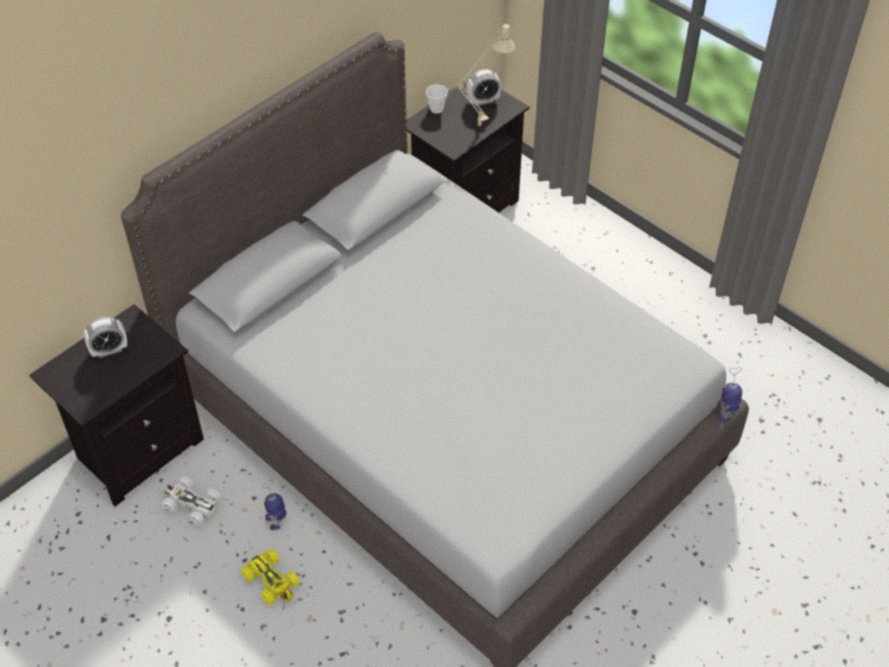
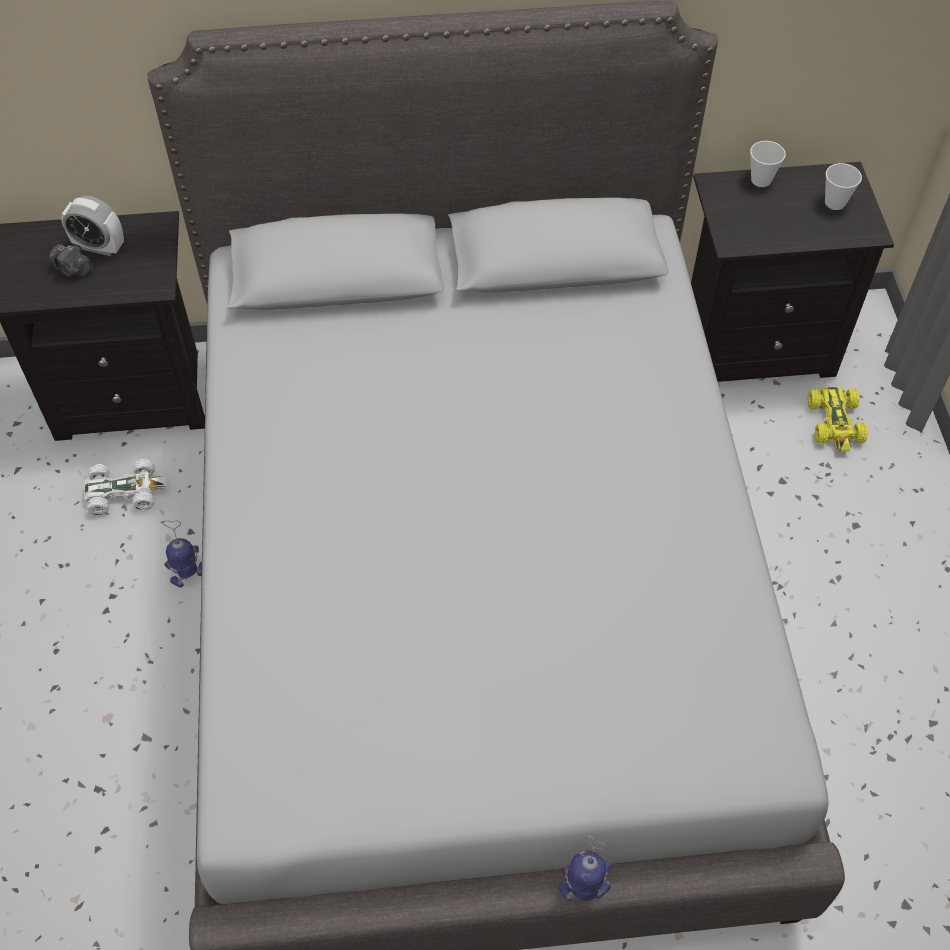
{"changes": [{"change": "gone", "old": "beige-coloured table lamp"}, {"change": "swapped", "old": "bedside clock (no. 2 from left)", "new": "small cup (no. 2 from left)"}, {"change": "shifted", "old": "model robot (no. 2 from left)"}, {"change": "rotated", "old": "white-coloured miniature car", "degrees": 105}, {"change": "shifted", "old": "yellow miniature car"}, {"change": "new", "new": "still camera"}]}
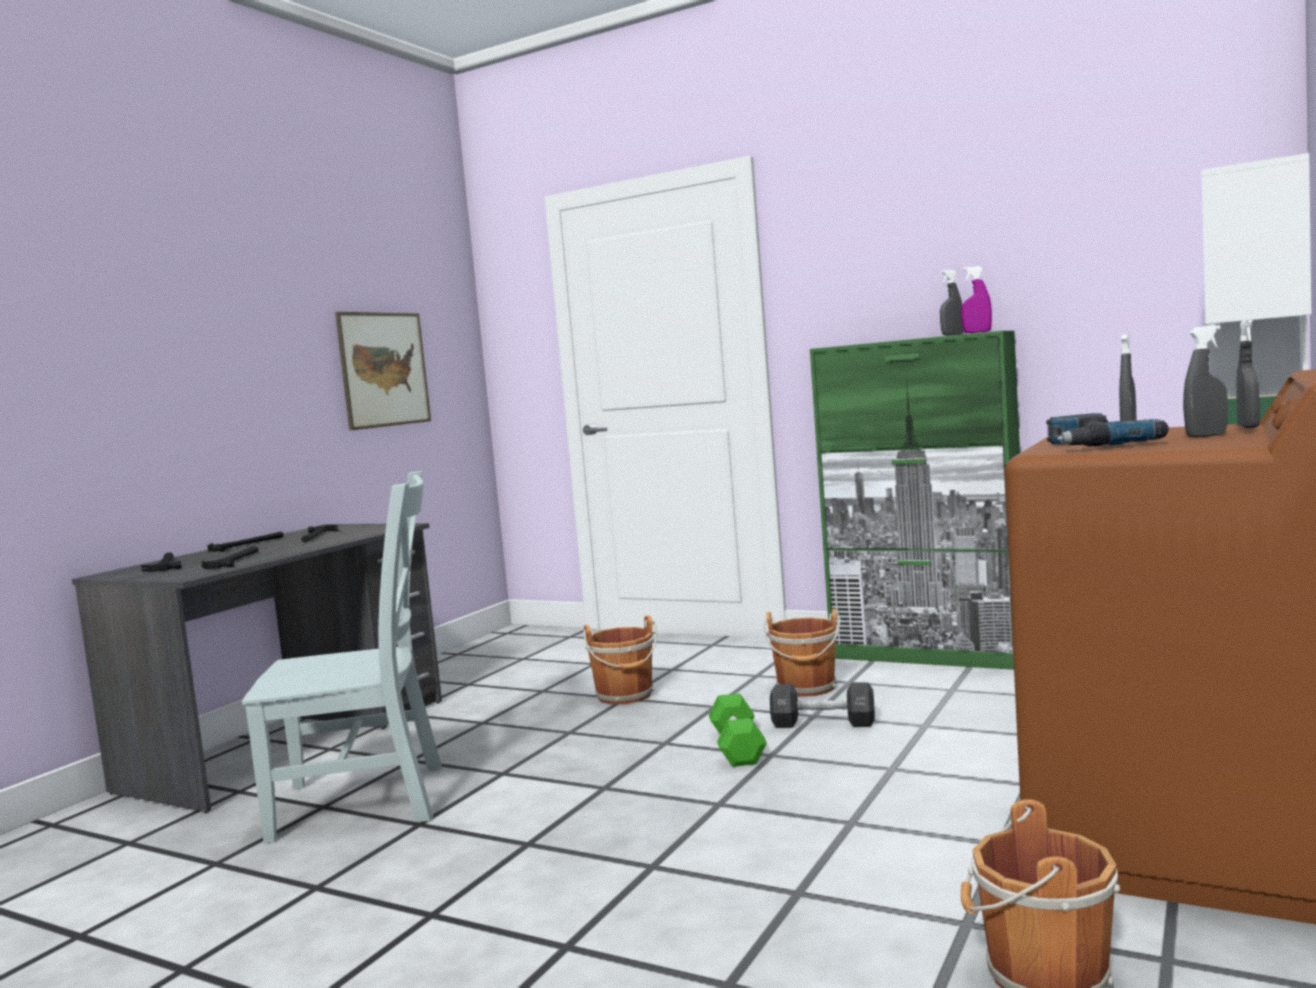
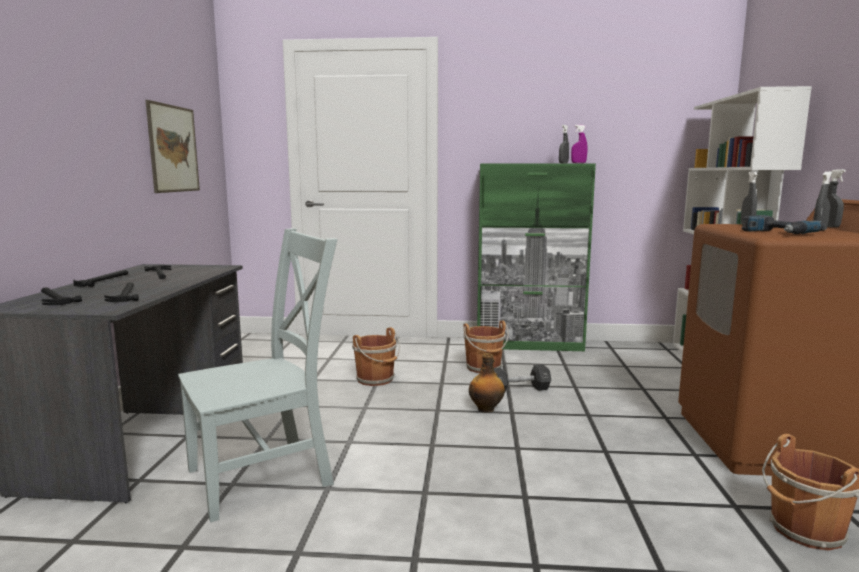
{"changes": [{"change": "swapped", "old": "greenish hand weight", "new": "drink bottle"}]}
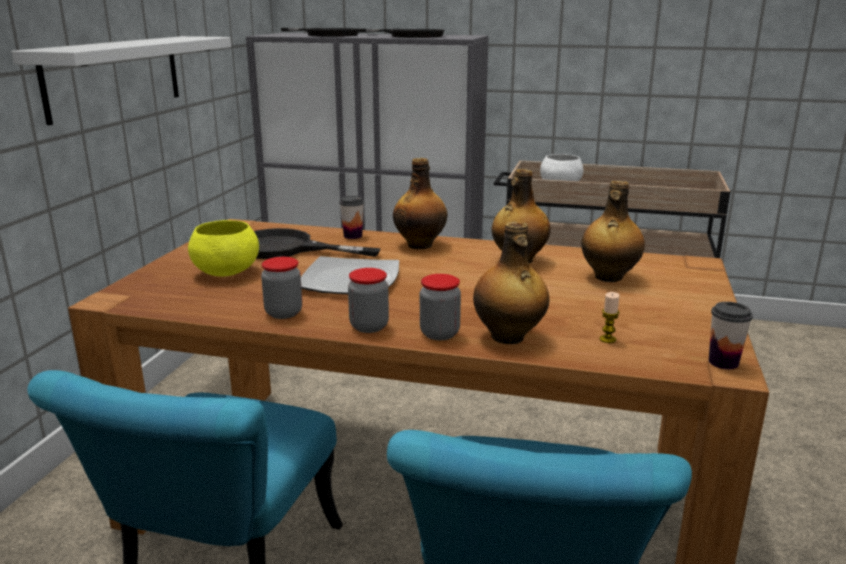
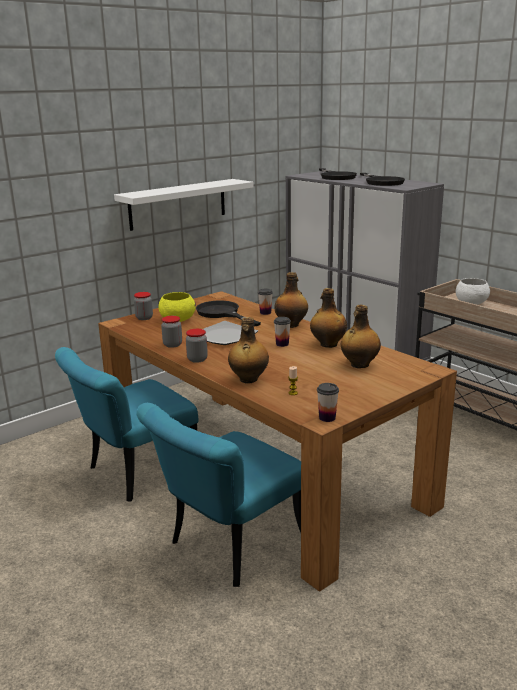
{"changes": [{"change": "shifted", "old": "storage jar (no. 3 from left in the first image)", "new": "storage jar (no. 1 from left)"}, {"change": "new", "new": "small cup (no. 2 from left)"}]}
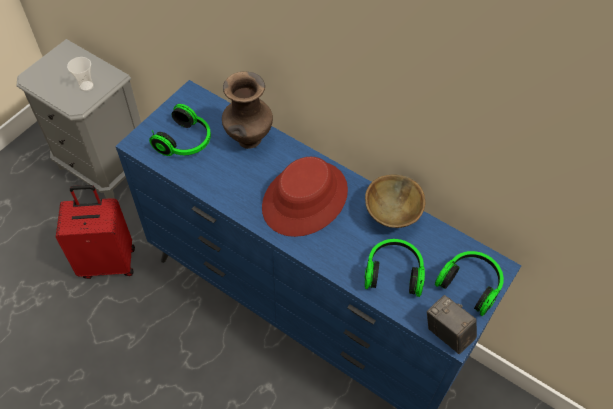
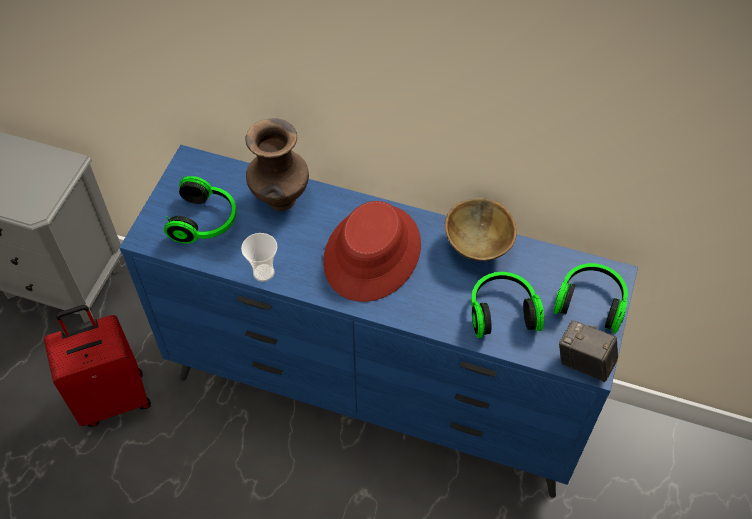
{"changes": [{"change": "shifted", "old": "small cup"}]}
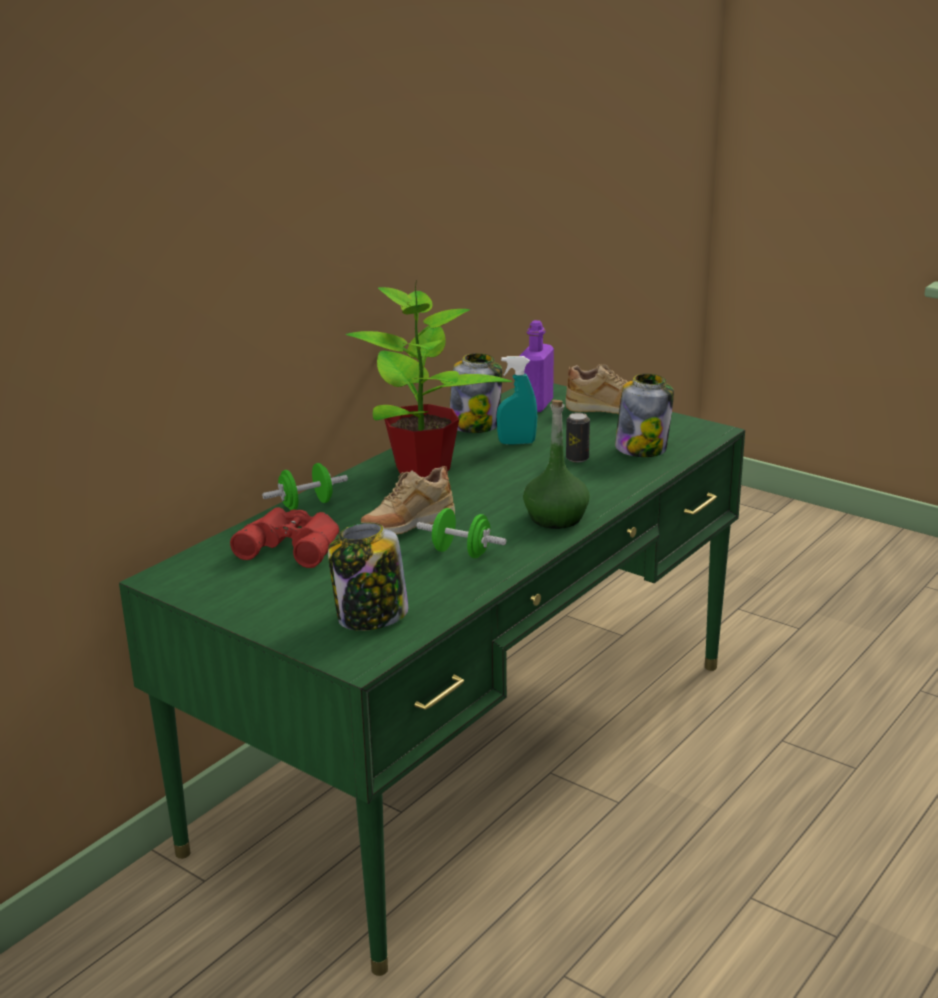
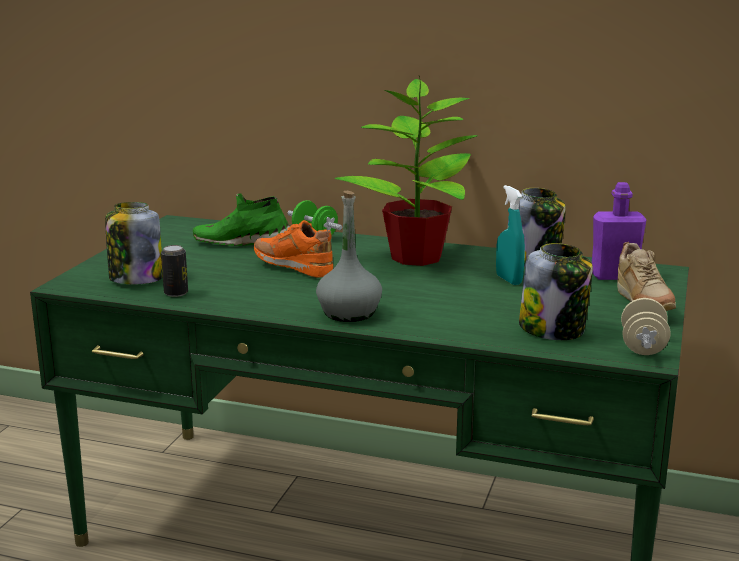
{"changes": [{"change": "repainted", "old": "greenish drink bottle", "new": "grey drink bottle"}, {"change": "shifted", "old": "metal can"}, {"change": "repainted", "old": "beige-coloured item of footwear (no. 1 from left)", "new": "orange item of footwear"}, {"change": "swapped", "old": "red-coloured pair of binoculars", "new": "greenish item of footwear"}, {"change": "gone", "old": "greenish hand weight (no. 2 from left)"}, {"change": "new", "new": "beige-coloured hand weight"}]}
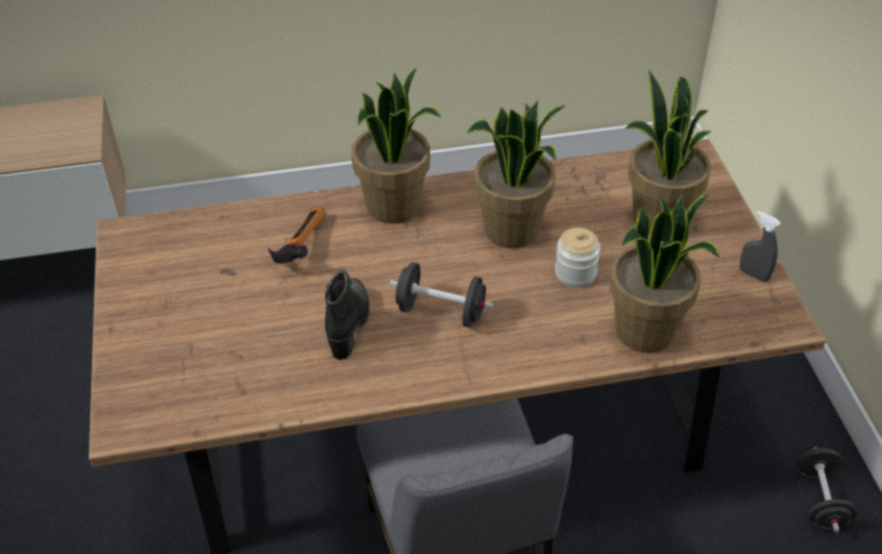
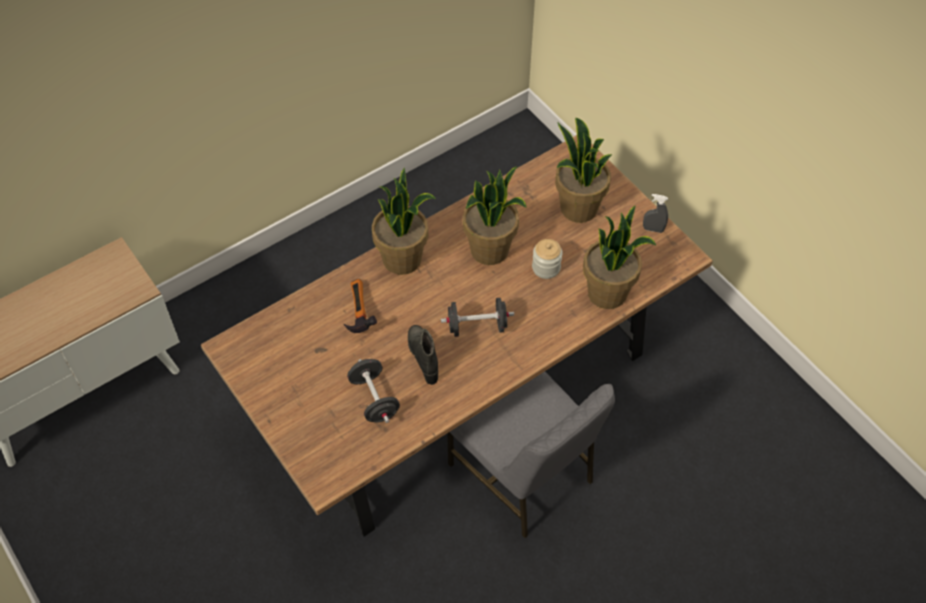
{"changes": [{"change": "shifted", "old": "black-coloured hand weight (no. 2 from left in the first image)", "new": "black-coloured hand weight (no. 1 from left)"}]}
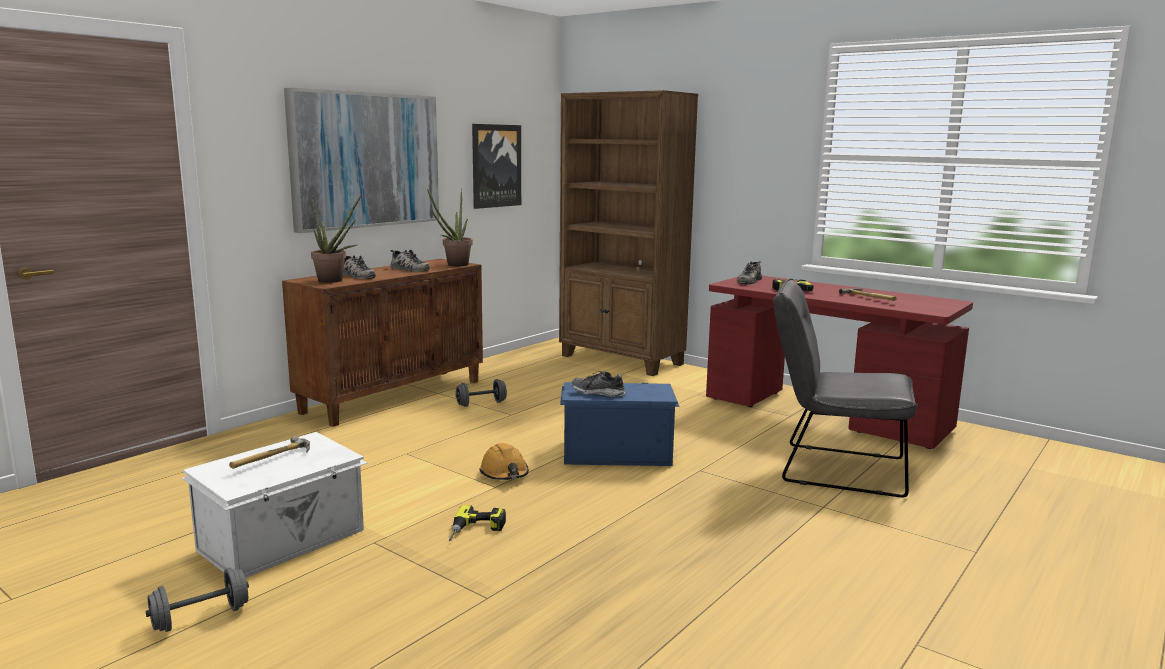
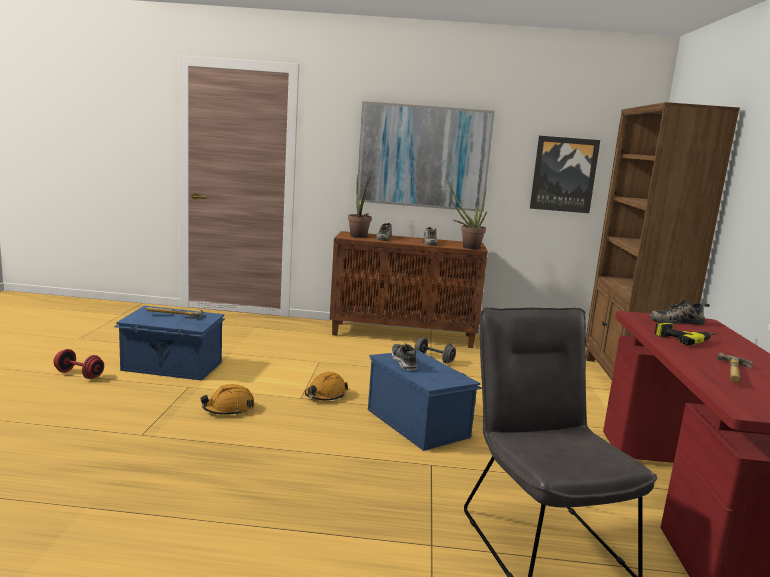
{"changes": [{"change": "repainted", "old": "white-coloured storage box", "new": "blue-coloured storage box (no. 1 from left)"}, {"change": "swapped", "old": "power drill (no. 1 from left)", "new": "orange safety helmet (no. 1 from left)"}, {"change": "repainted", "old": "grey hand weight (no. 1 from left)", "new": "red-coloured hand weight"}]}
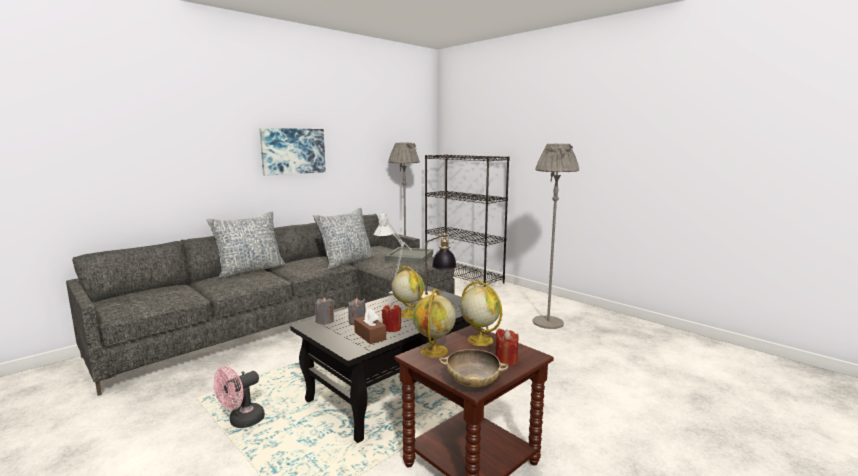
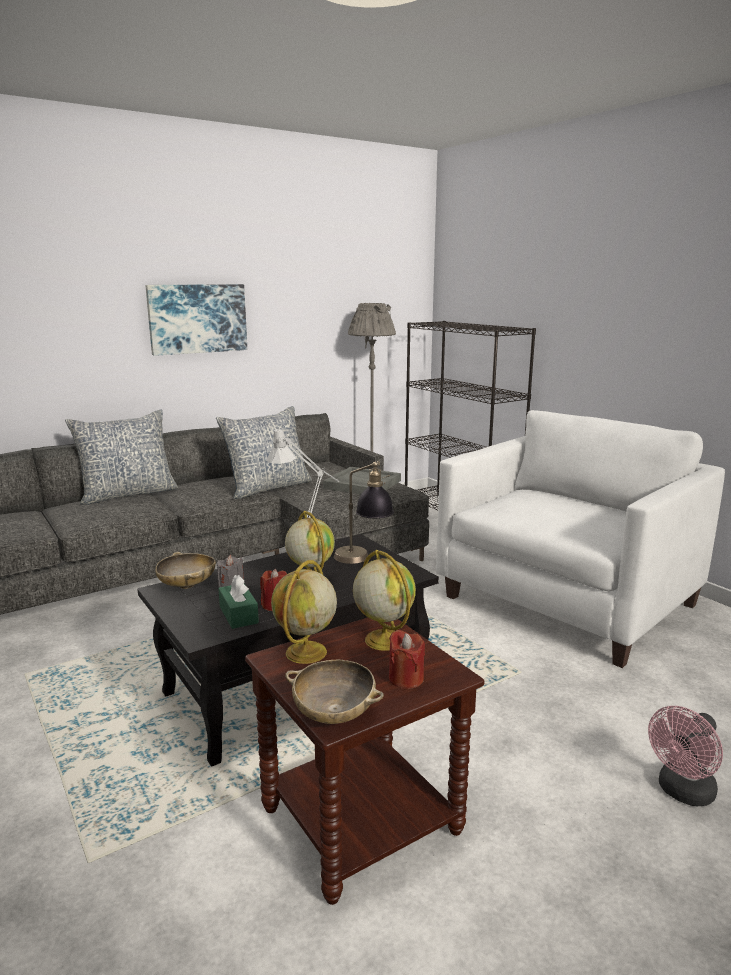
{"changes": [{"change": "swapped", "old": "grey floor lamp (no. 2 from left)", "new": "white-coloured armchair"}, {"change": "swapped", "old": "grey wax light (no. 1 from left)", "new": "beige-coloured deep dish (no. 1 from left)"}, {"change": "repainted", "old": "brown box of tissues", "new": "greenish box of tissues"}, {"change": "shifted", "old": "pink cooling fan"}]}
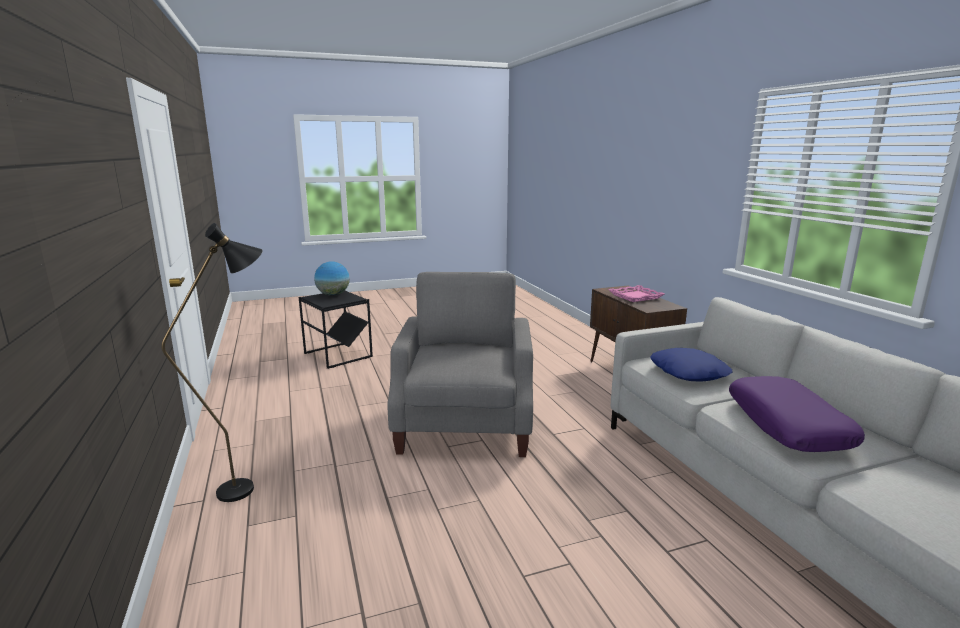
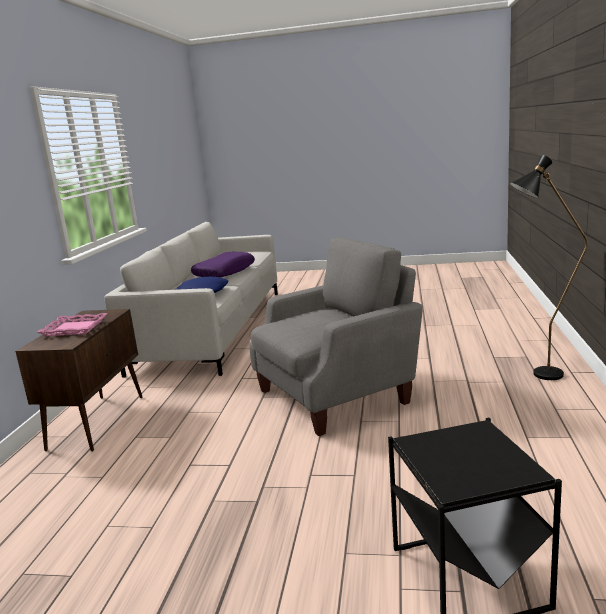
{"changes": [{"change": "gone", "old": "desk globe"}, {"change": "rotated", "old": "grey armchair", "degrees": -150}]}
